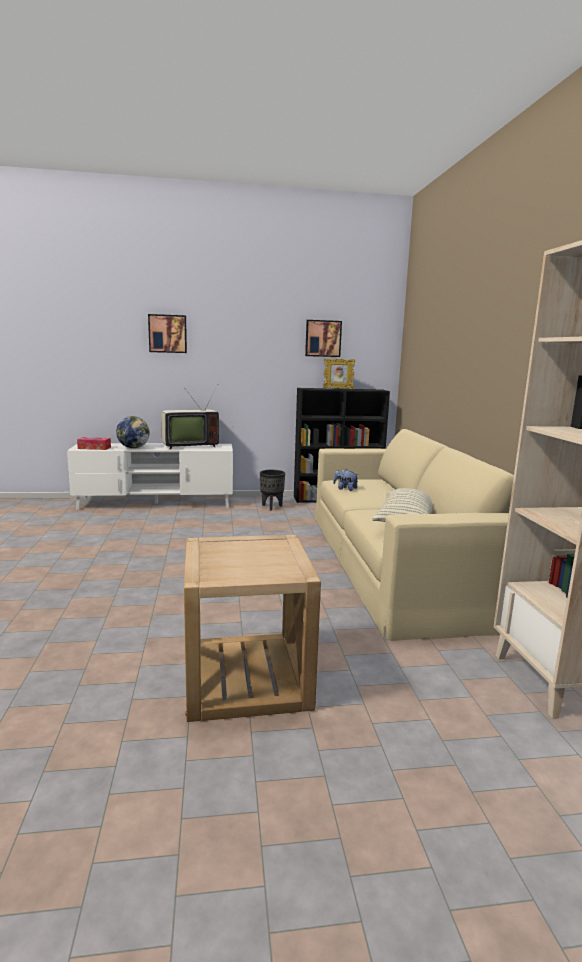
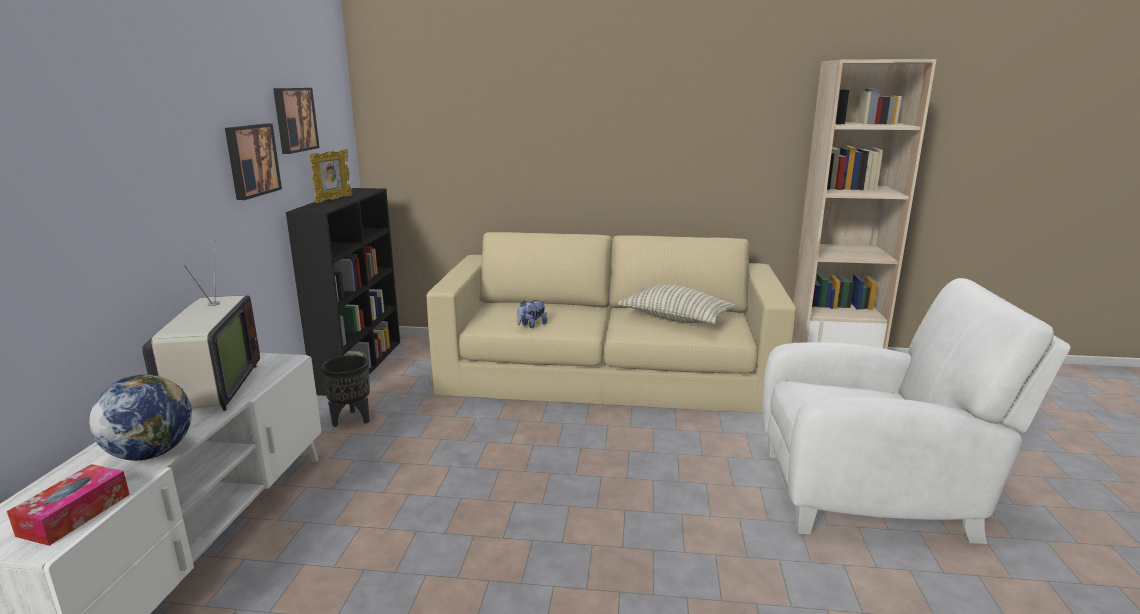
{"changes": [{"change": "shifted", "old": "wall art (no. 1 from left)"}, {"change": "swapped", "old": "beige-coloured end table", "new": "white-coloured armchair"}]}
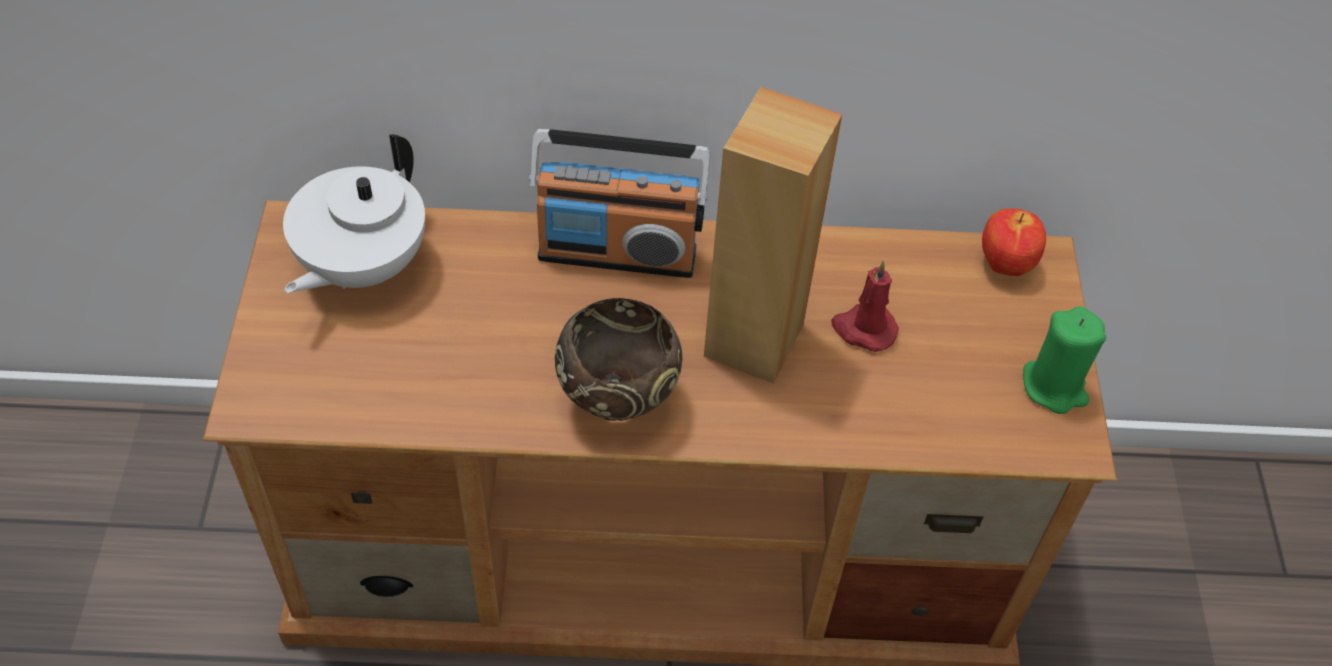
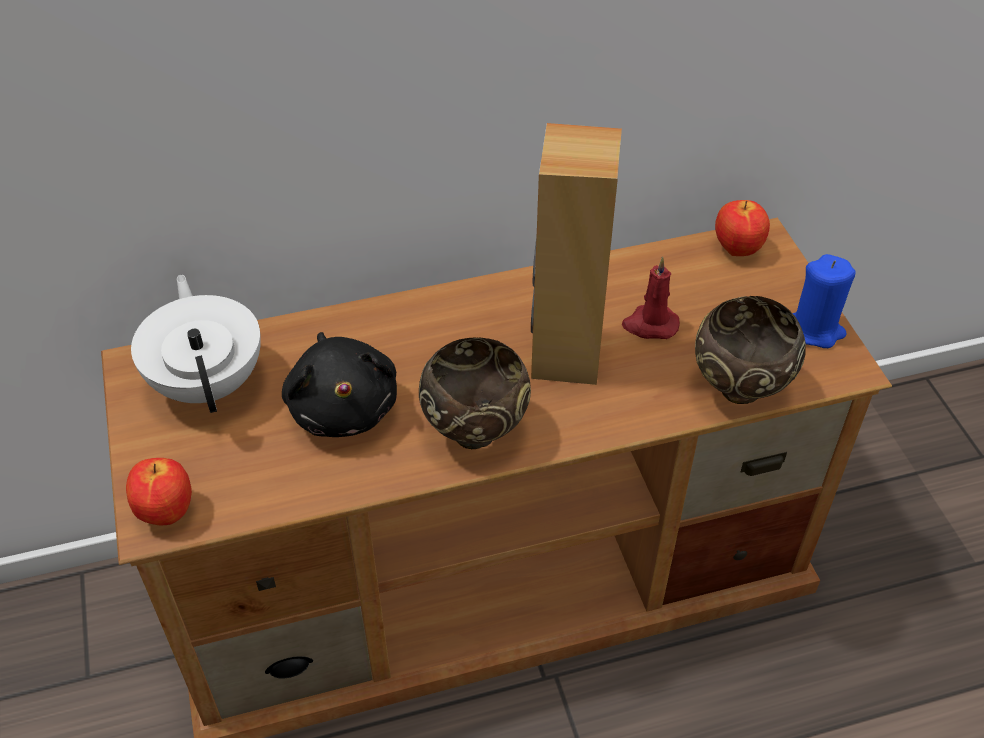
{"changes": [{"change": "gone", "old": "radio set"}, {"change": "rotated", "old": "white-coloured teapot", "degrees": 150}, {"change": "repainted", "old": "greenish wax light", "new": "blue-coloured wax light"}, {"change": "new", "new": "brown deep dish (no. 2 from left)"}, {"change": "new", "new": "black-coloured soft toy"}, {"change": "new", "new": "whole apple (no. 1 from left)"}]}
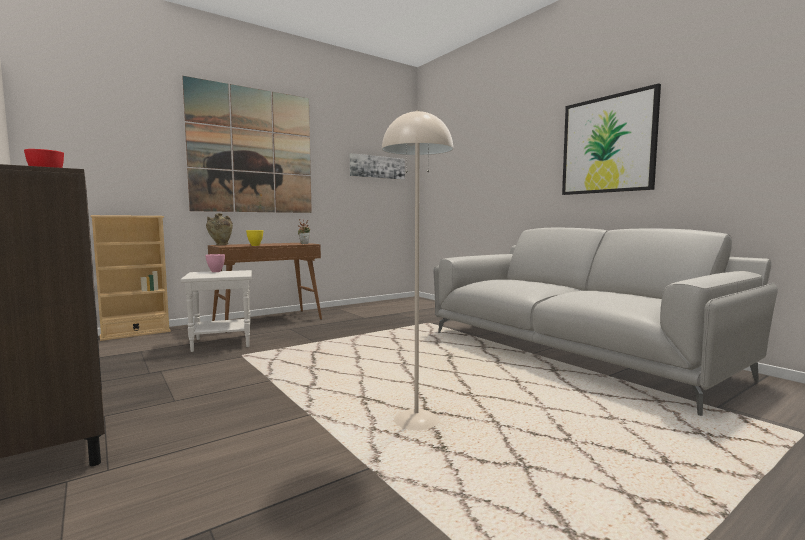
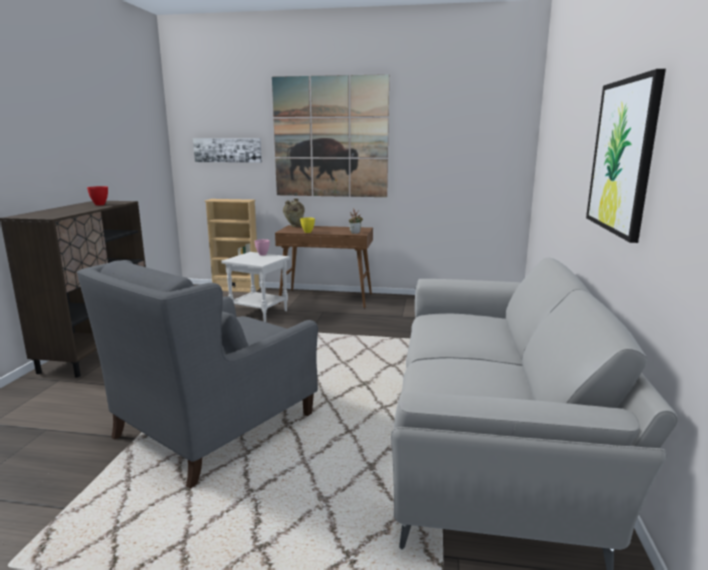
{"changes": [{"change": "swapped", "old": "beige-coloured floor lamp", "new": "grey armchair"}, {"change": "shifted", "old": "wall art (no. 2 from left in the first image)", "new": "wall art (no. 1 from left)"}]}
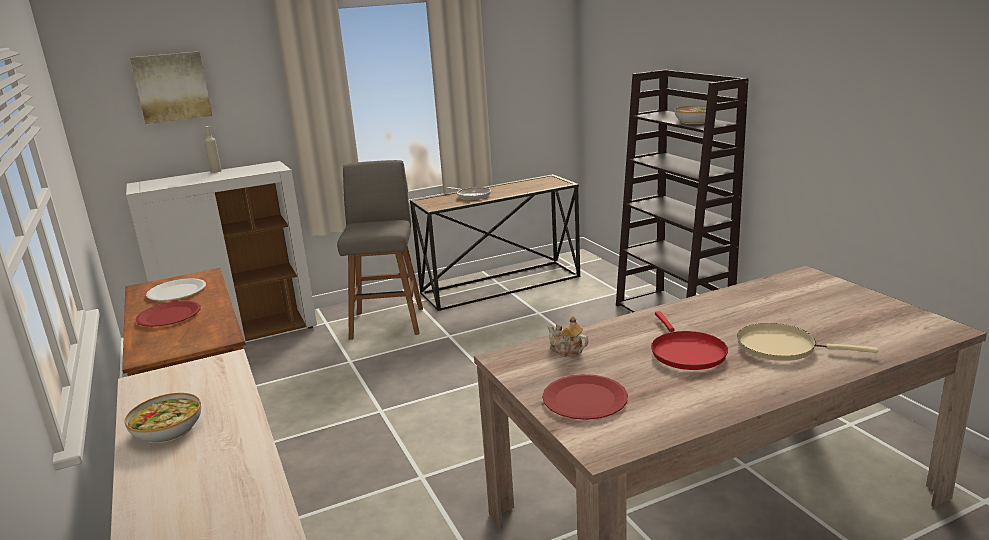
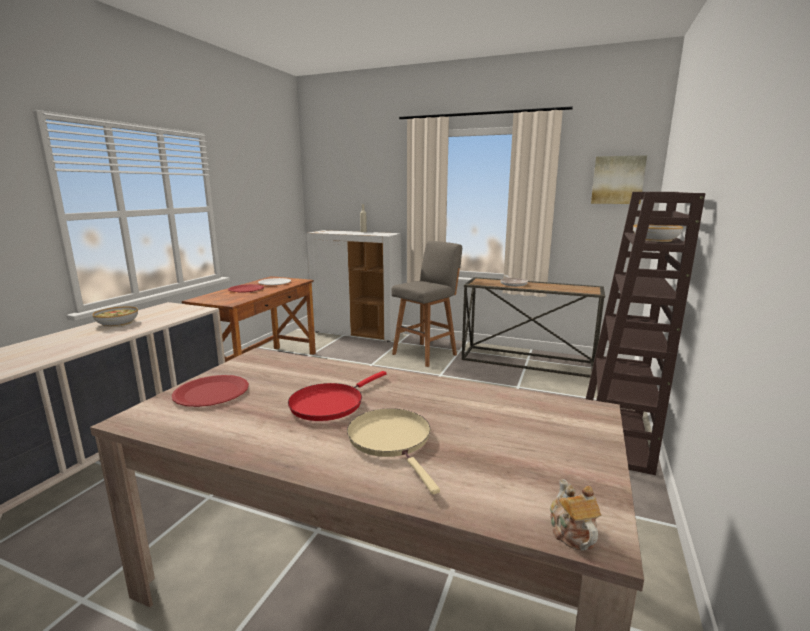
{"changes": [{"change": "shifted", "old": "wall art"}, {"change": "shifted", "old": "teapot"}]}
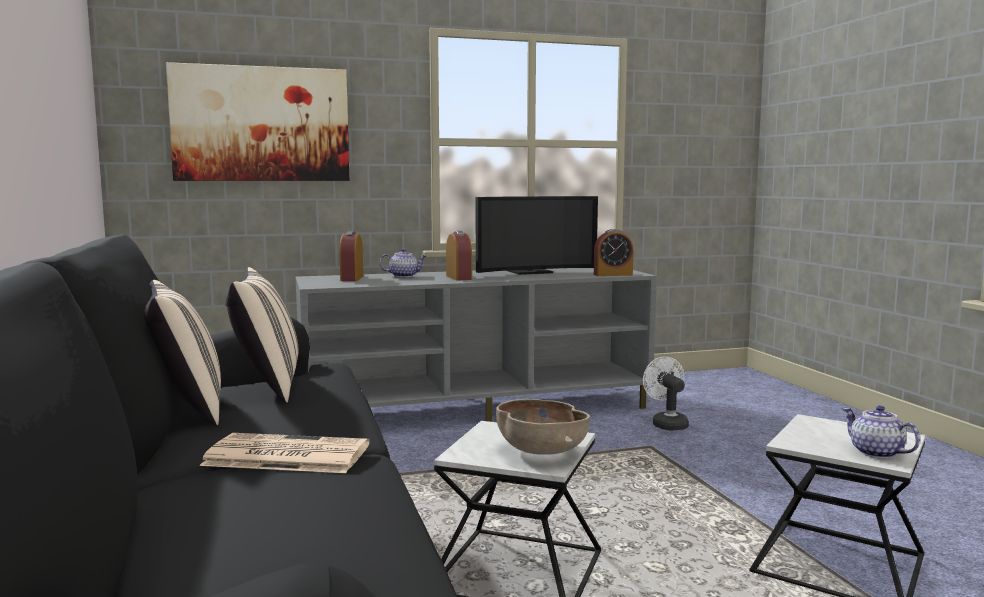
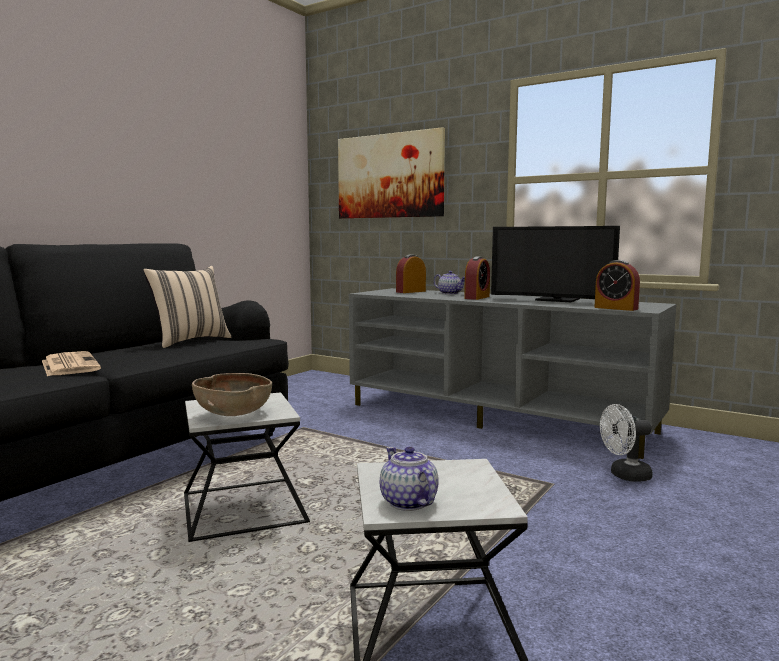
{"changes": [{"change": "gone", "old": "beige-coloured pillow (no. 1 from left)"}, {"change": "rotated", "old": "white-coloured cooling fan", "degrees": -135}, {"change": "rotated", "old": "teapot (no. 2 from left in the first image)", "degrees": -45}]}
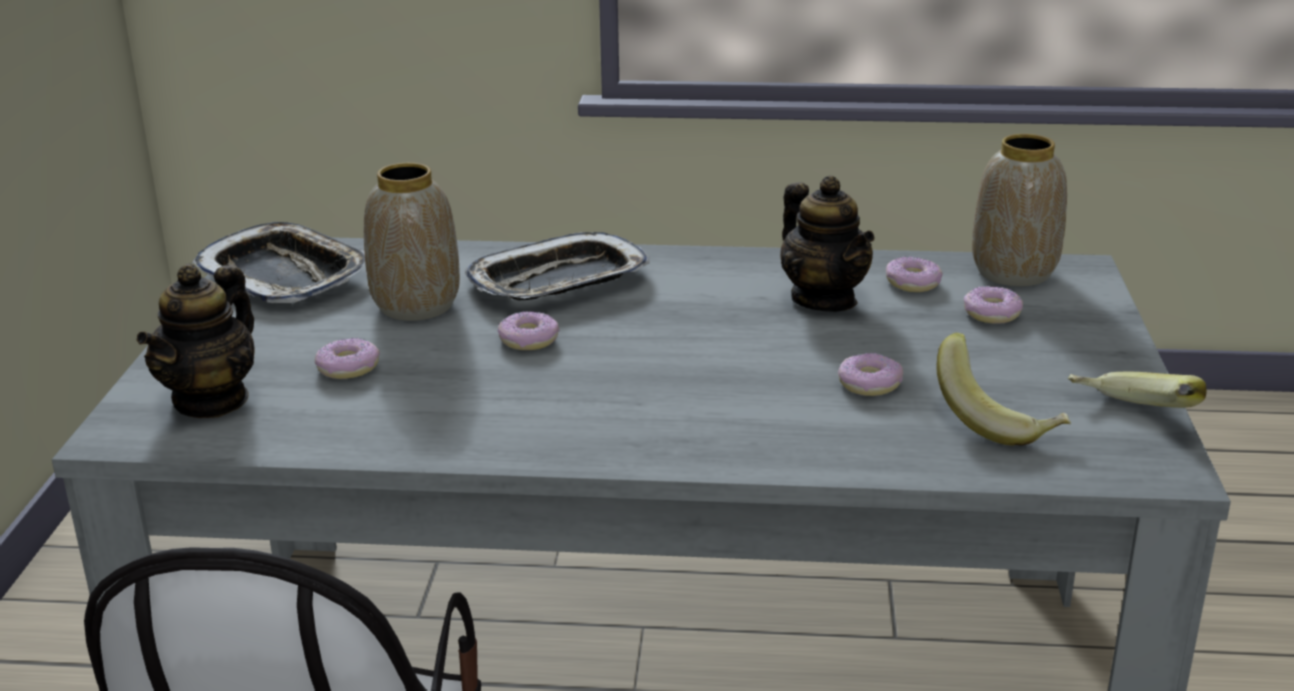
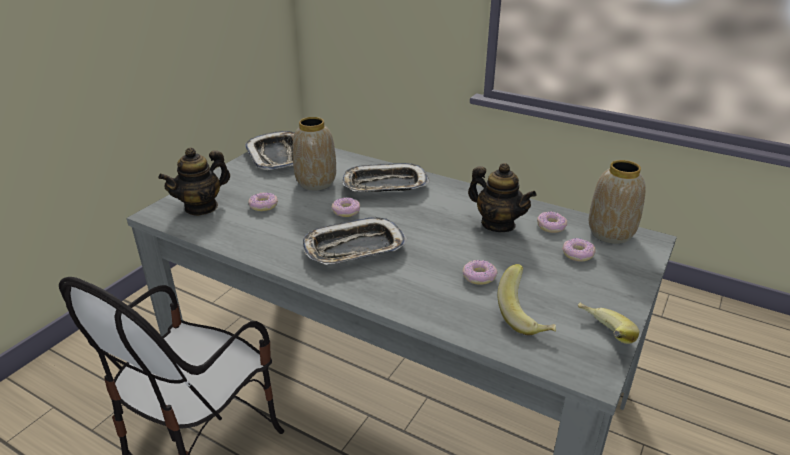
{"changes": [{"change": "rotated", "old": "teapot (no. 2 from left)", "degrees": -45}, {"change": "new", "new": "carrying tray (no. 2 from left)"}]}
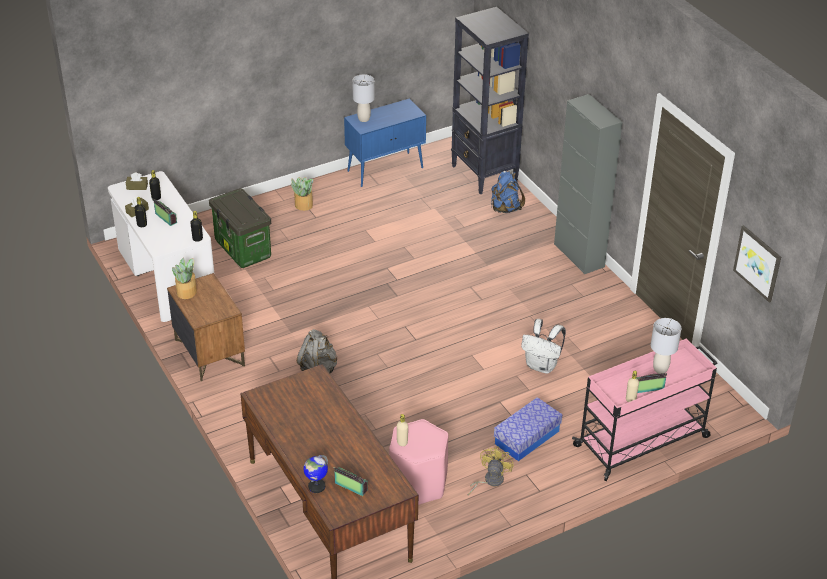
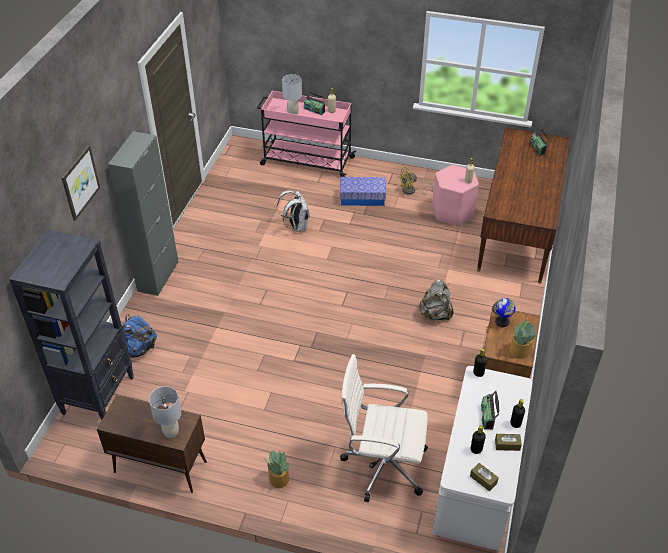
{"changes": [{"change": "repainted", "old": "blue-coloured cabinet", "new": "brown cabinet"}, {"change": "swapped", "old": "storage box (no. 1 from left)", "new": "white-coloured desk chair"}, {"change": "shifted", "old": "wall art"}, {"change": "shifted", "old": "desk globe"}]}
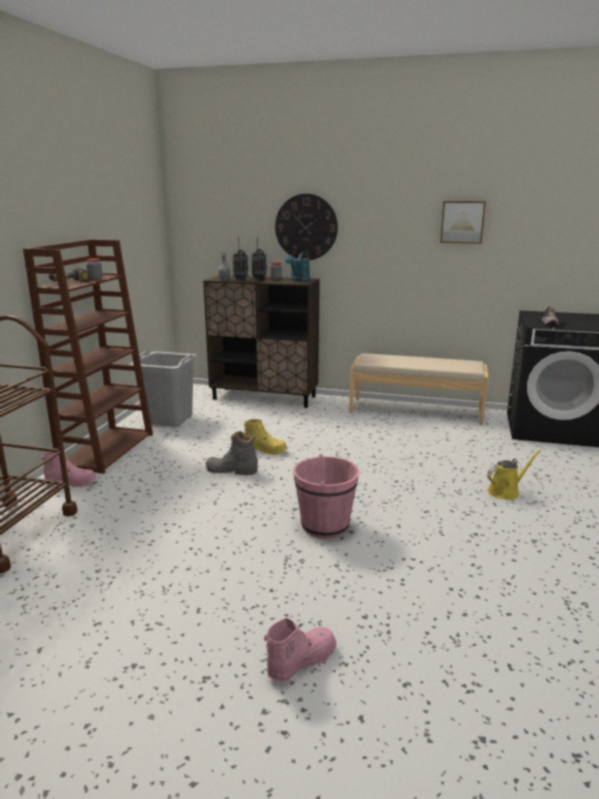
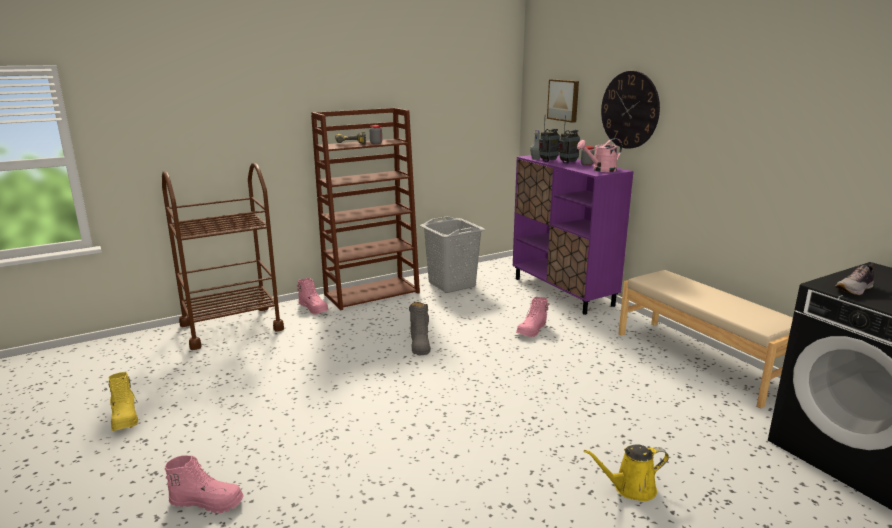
{"changes": [{"change": "shifted", "old": "wall art"}, {"change": "repainted", "old": "blue-green watering can", "new": "pink watering can"}, {"change": "repainted", "old": "brown cabinet", "new": "purplish cabinet"}, {"change": "shifted", "old": "yellow high-top boot"}, {"change": "rotated", "old": "grey high-top boot", "degrees": -150}, {"change": "rotated", "old": "yellow watering can", "degrees": 150}, {"change": "gone", "old": "pink water bucket"}, {"change": "new", "new": "pink high-top boot (no. 3 from left)"}]}
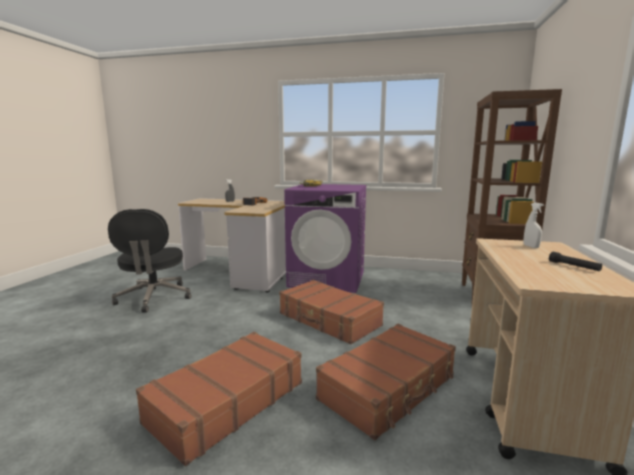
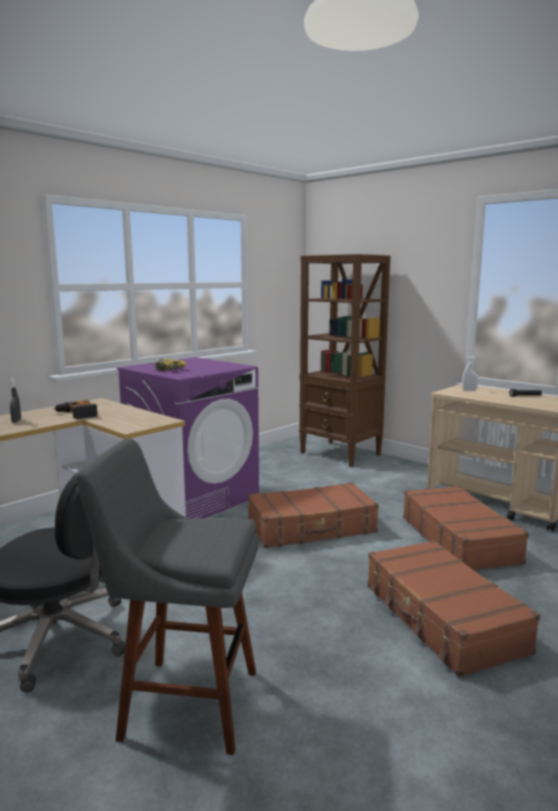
{"changes": [{"change": "new", "new": "grey sitting stool"}]}
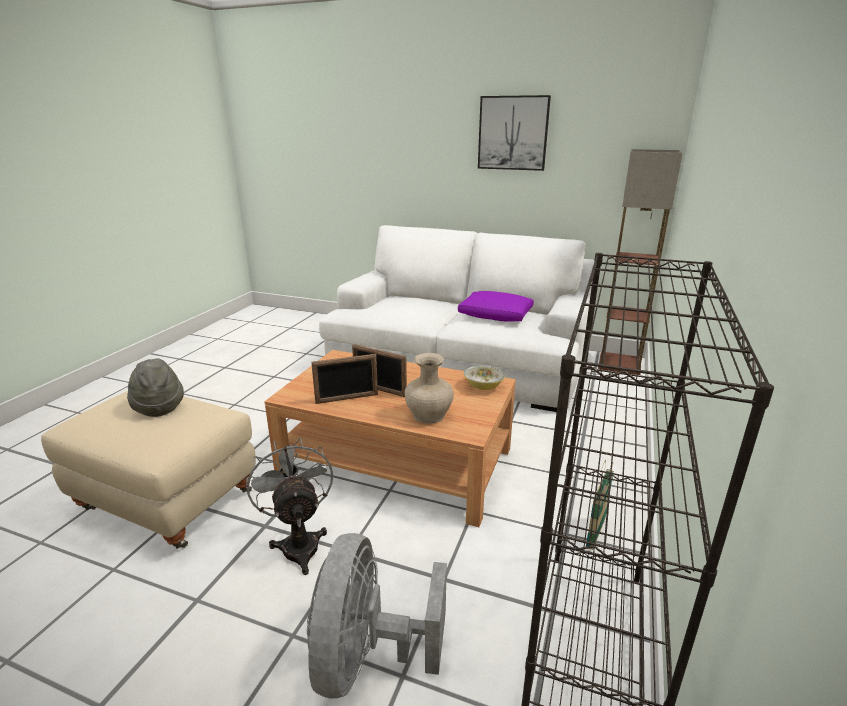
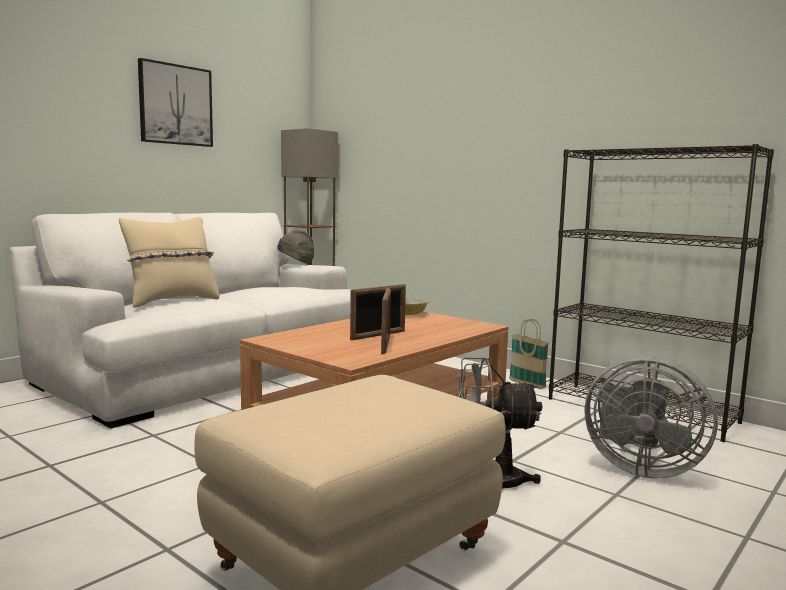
{"changes": [{"change": "gone", "old": "purplish pillow"}, {"change": "gone", "old": "beige-coloured decorative vase"}, {"change": "shifted", "old": "grey hat"}, {"change": "new", "new": "beige-coloured pillow"}]}
